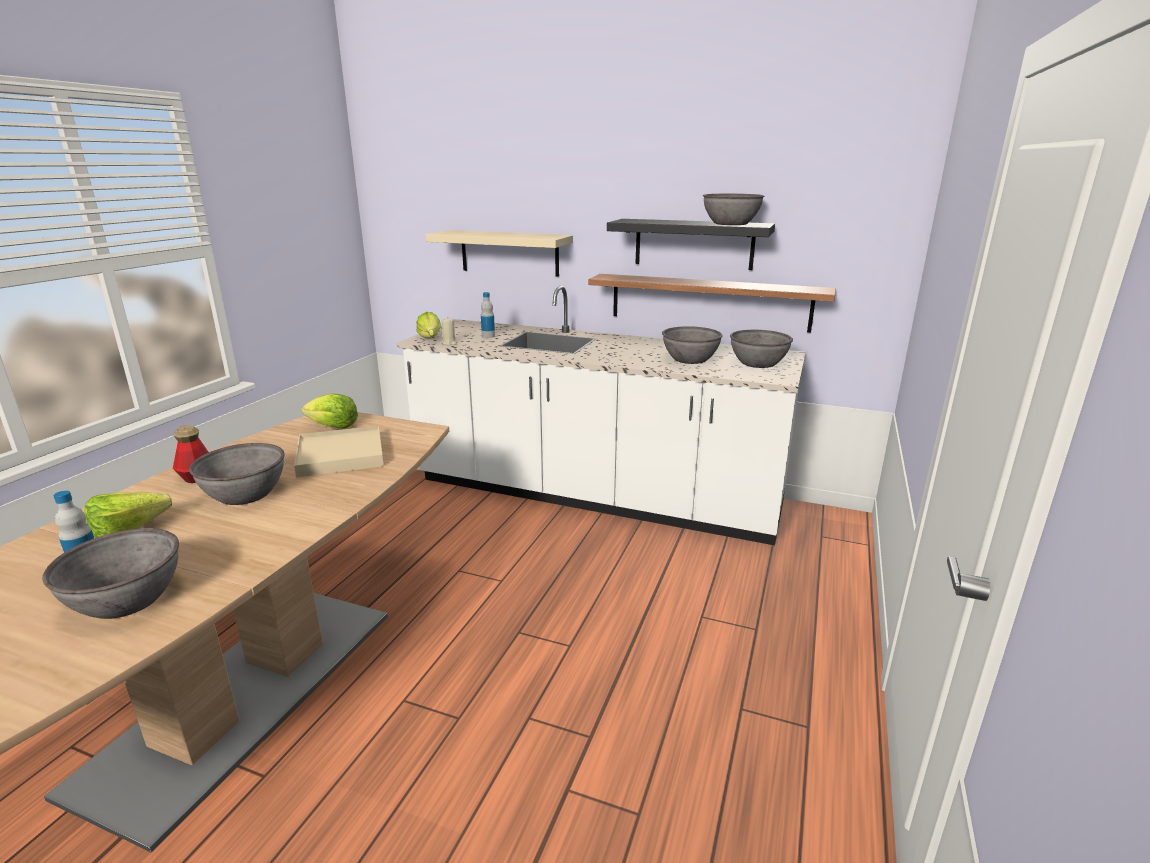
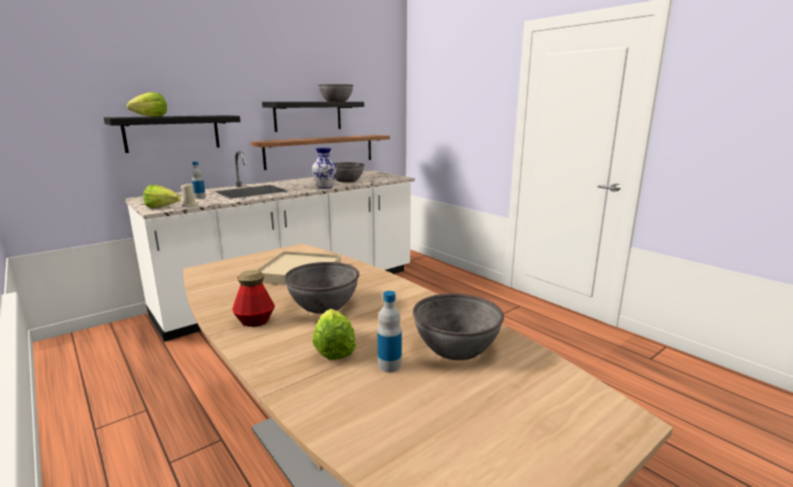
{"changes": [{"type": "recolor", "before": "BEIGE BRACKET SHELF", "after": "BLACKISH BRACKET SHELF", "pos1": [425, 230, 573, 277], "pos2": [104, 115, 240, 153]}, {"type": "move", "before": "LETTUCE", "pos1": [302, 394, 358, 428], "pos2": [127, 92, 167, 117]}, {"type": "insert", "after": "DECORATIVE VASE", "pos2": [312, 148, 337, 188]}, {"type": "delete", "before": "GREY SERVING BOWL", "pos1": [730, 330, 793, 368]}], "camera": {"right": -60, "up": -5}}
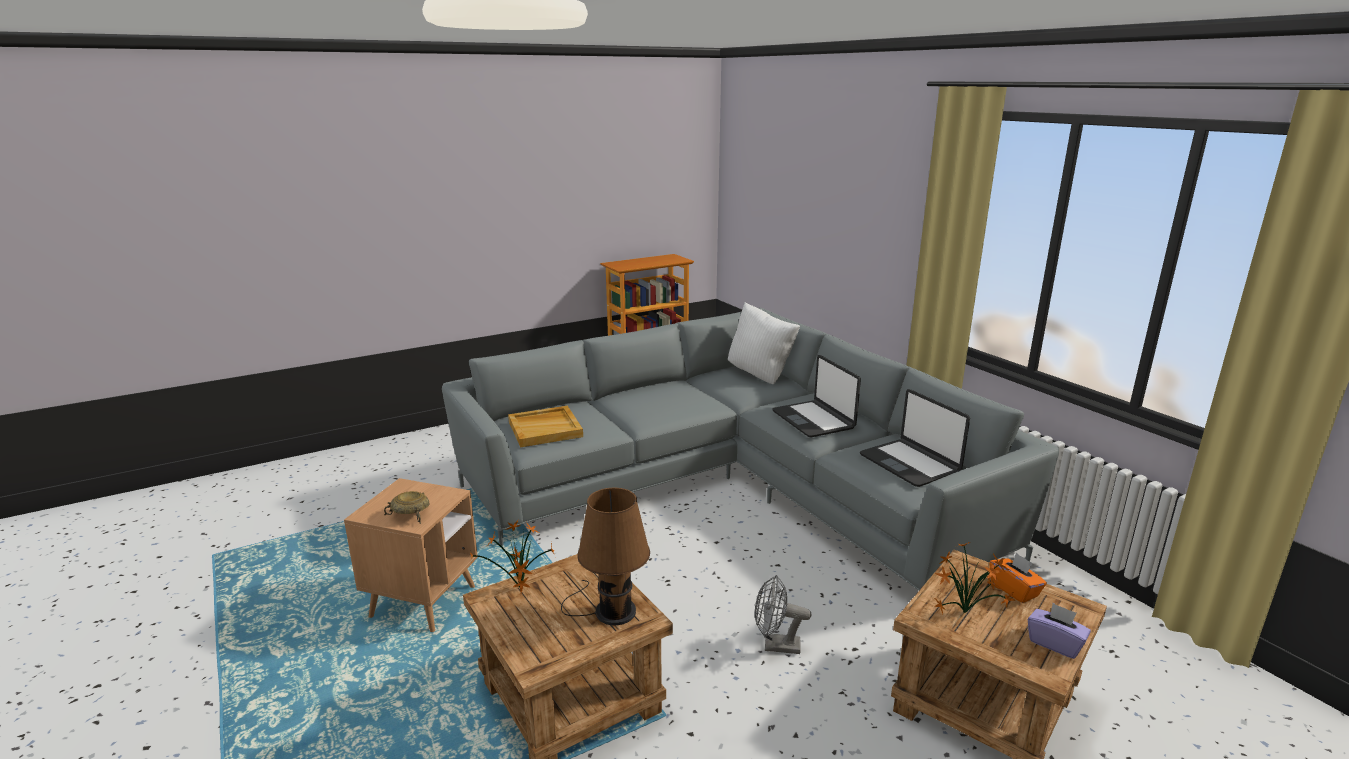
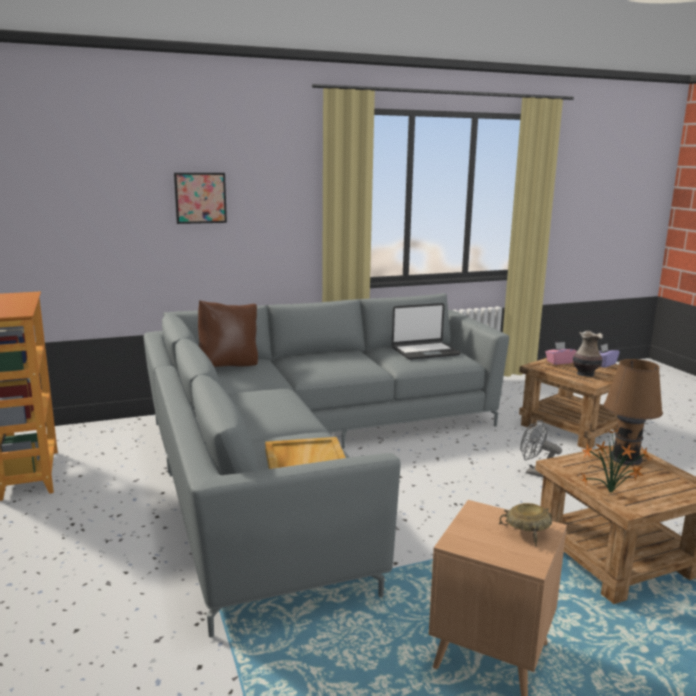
{"changes": [{"type": "insert", "after": "WALL ART", "pos2": [174, 173, 227, 224]}, {"type": "recolor", "before": "WHITE-COLOURED PILLOW", "after": "BROWN PILLOW", "pos1": [728, 302, 800, 384], "pos2": [198, 300, 258, 367]}, {"type": "rotate", "before": "GREY FAN", "pos1": [755, 575, 811, 654], "pos2": [520, 420, 562, 478], "turn": 105}, {"type": "recolor", "before": "ORANGEY TISSUE BOX", "after": "PINK TISSUE BOX", "pos1": [989, 553, 1047, 603], "pos2": [545, 342, 576, 365]}, {"type": "replace", "before": "PLANT IN A POT", "after": "DECORATIVE VASE", "pos1": [933, 541, 1016, 614], "pos2": [573, 331, 603, 377]}, {"type": "delete", "before": "LAPTOP", "pos1": [772, 355, 861, 437]}], "camera": {"right": -80, "up": -5}}
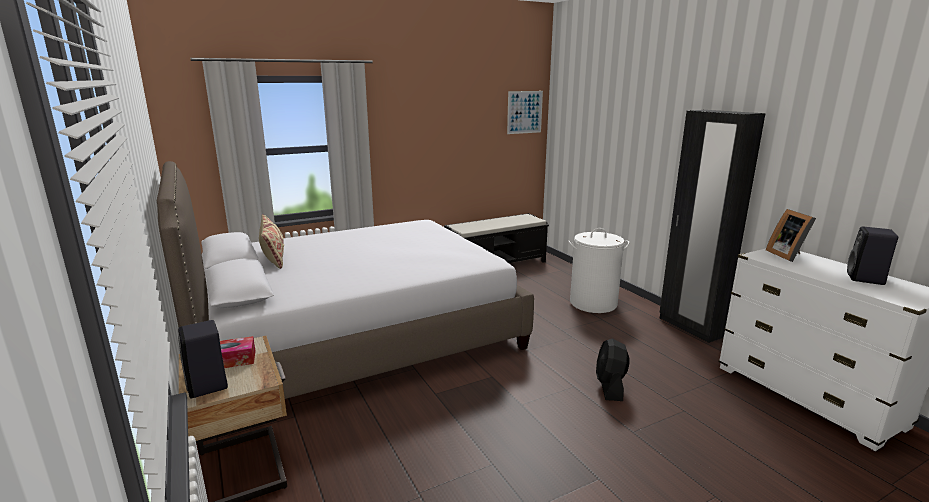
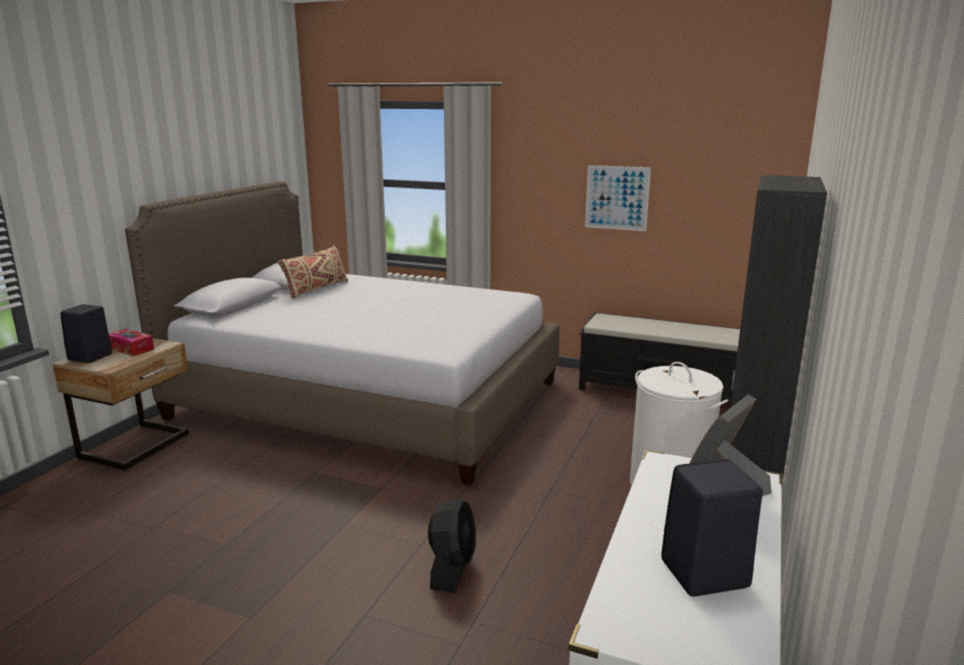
{"changes": [{"type": "rotate", "before": "BLACKISH FAN", "pos1": [596, 338, 630, 401], "pos2": [428, 498, 476, 593], "turn": 135}, {"type": "move", "before": "WALL ART", "pos1": [507, 91, 543, 134], "pos2": [585, 165, 651, 231]}], "camera": {"right": 50, "up": 0}}
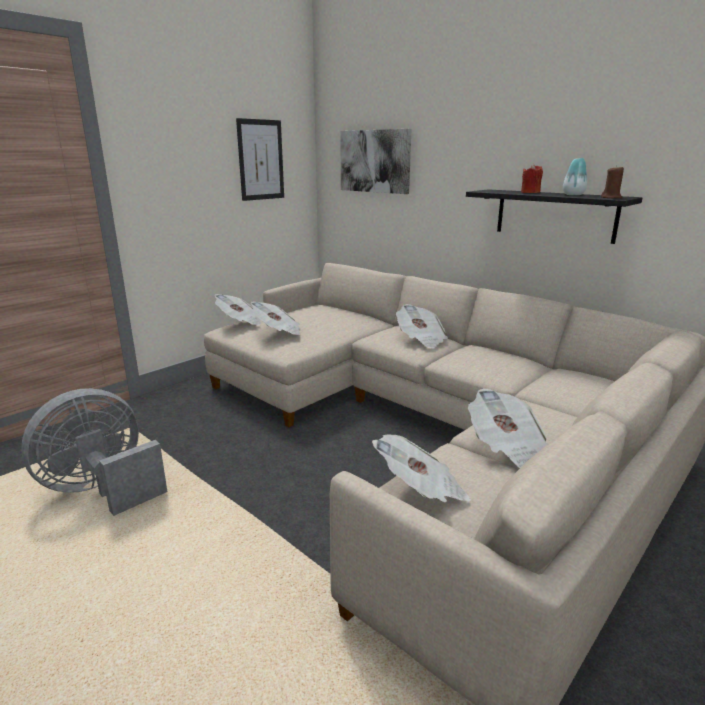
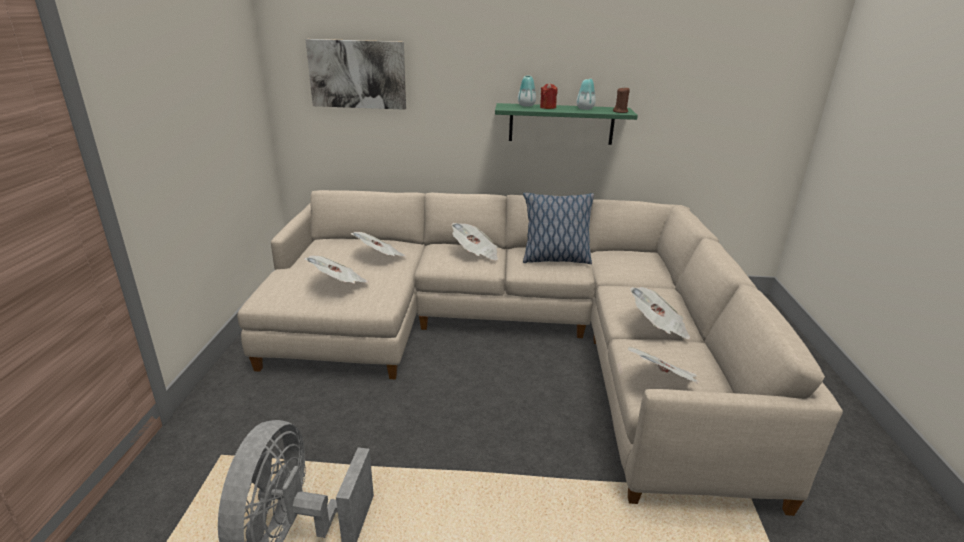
{"changes": [{"type": "move", "before": "DAILY PAPER", "pos1": [215, 294, 261, 326], "pos2": [350, 232, 407, 257]}, {"type": "recolor", "before": "BLACKISH BRACKET SHELF", "after": "GREEN BRACKET SHELF", "pos1": [466, 189, 642, 244], "pos2": [495, 103, 638, 145]}, {"type": "insert", "after": "DECORATIVE VASE", "pos2": [518, 76, 536, 107]}, {"type": "insert", "after": "PILLOW", "pos2": [523, 193, 594, 264]}, {"type": "delete", "before": "WALL ART", "pos1": [236, 118, 284, 201]}], "camera": {"right": -40, "up": 5}}
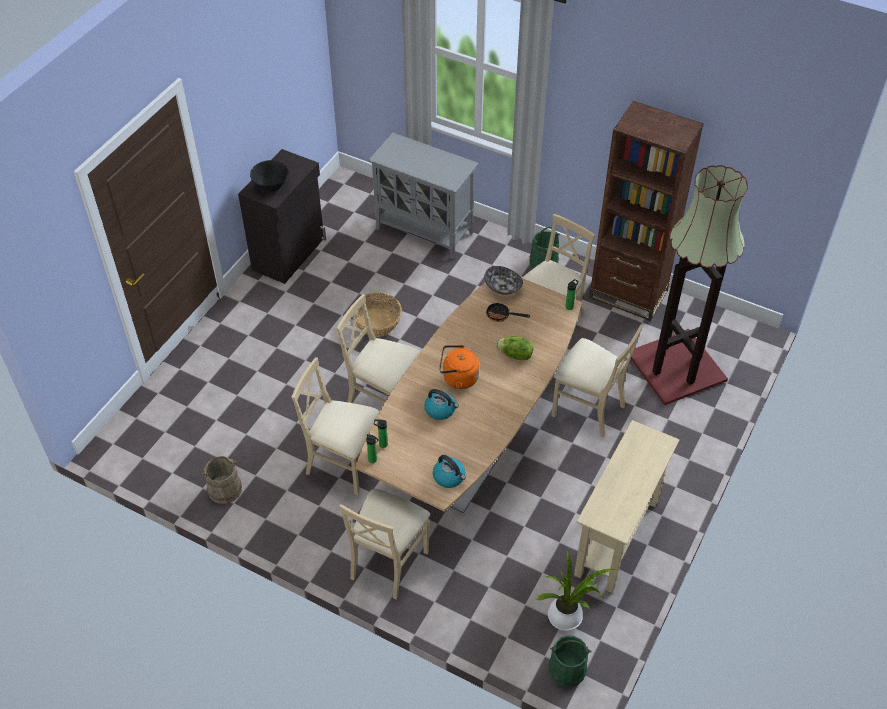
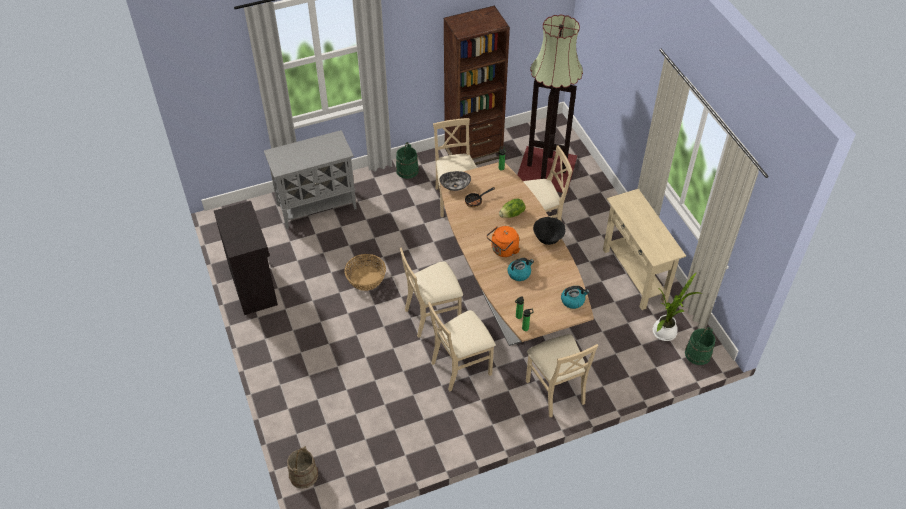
{"changes": [{"type": "move", "before": "BEIGE PAIL", "pos1": [202, 456, 242, 504], "pos2": [287, 446, 318, 489]}, {"type": "move", "before": "BLACKISH SERVING BOWL", "pos1": [250, 160, 289, 192], "pos2": [533, 217, 565, 245]}], "camera": {"right": -50, "up": 0}}
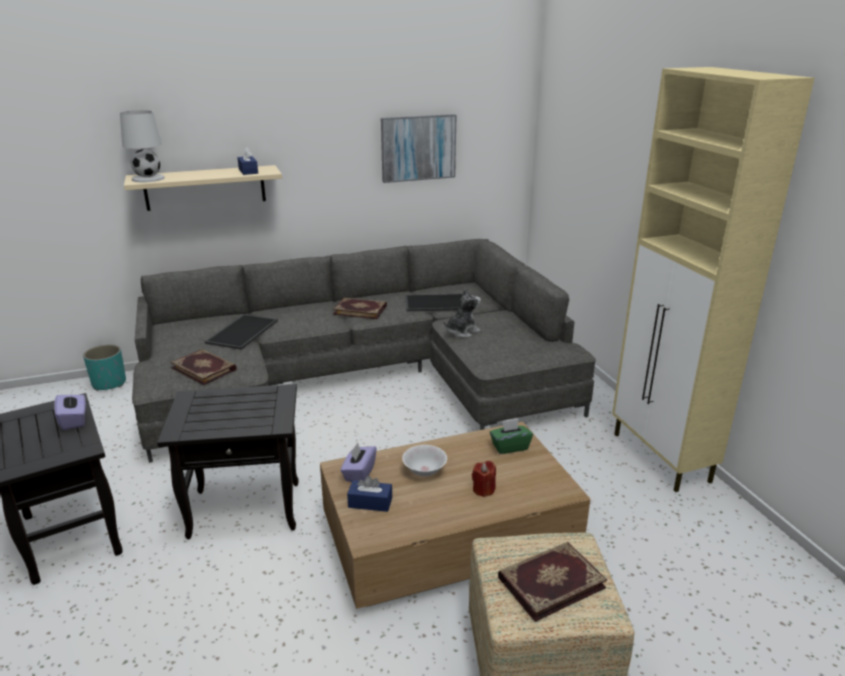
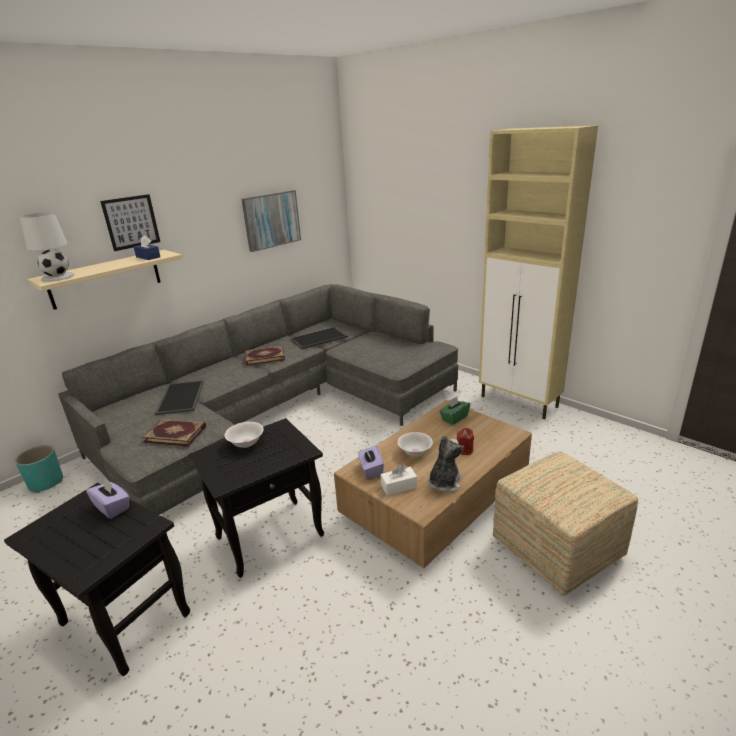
{"changes": [{"type": "insert", "after": "WALL ART", "pos2": [100, 194, 160, 251]}, {"type": "insert", "after": "WHITE-COLOURED SERVING BOWL", "pos2": [225, 422, 264, 448]}, {"type": "recolor", "before": "BLUE-COLOURED TISSUE BOX", "after": "WHITE-COLOURED TISSUE BOX", "pos1": [347, 476, 392, 512], "pos2": [380, 465, 417, 495]}, {"type": "move", "before": "CUDDLY TOY", "pos1": [443, 288, 481, 338], "pos2": [428, 435, 464, 493]}, {"type": "delete", "before": "VOLUME", "pos1": [498, 542, 607, 622]}], "camera": {"right": -25, "up": 0}}
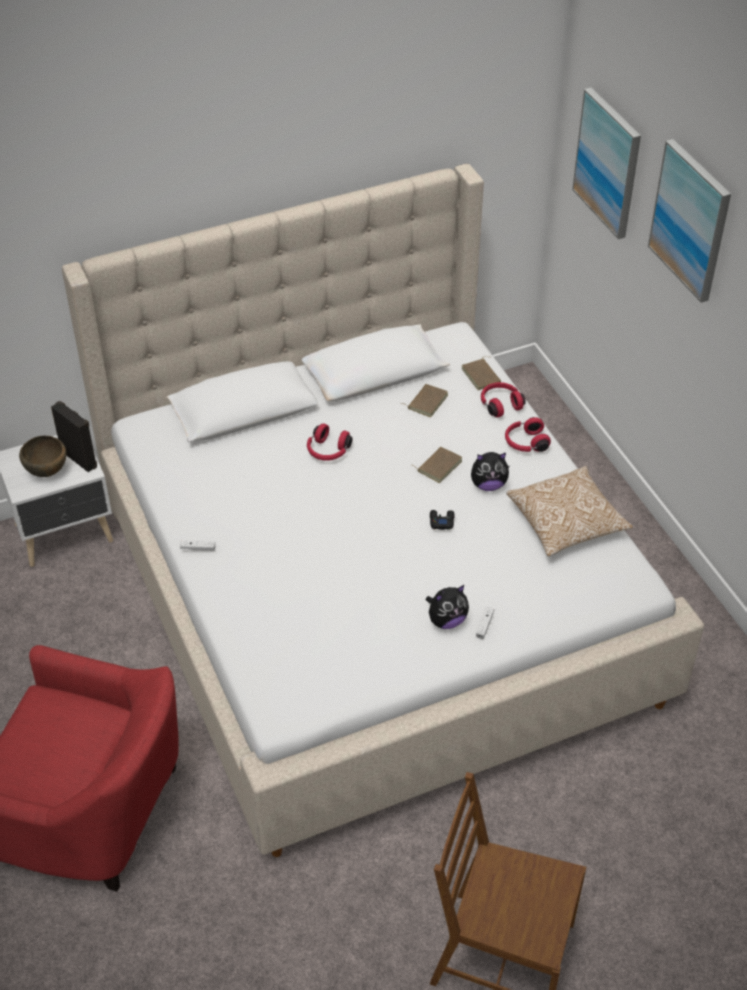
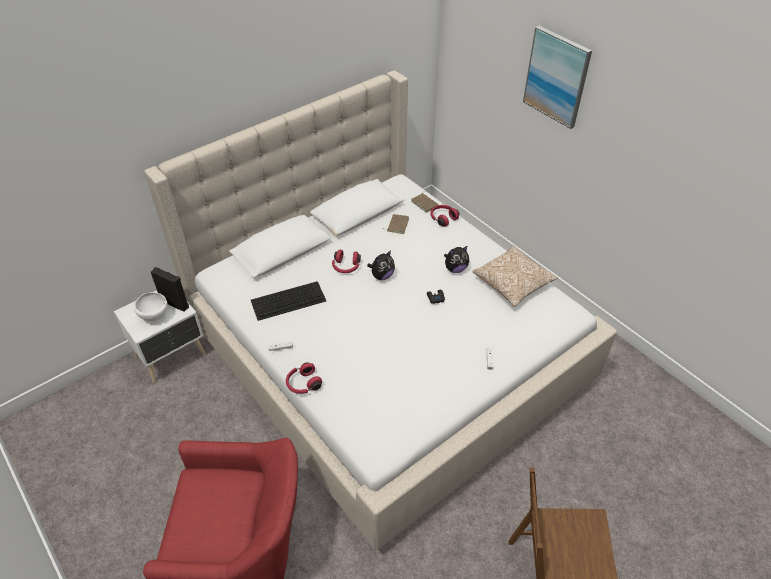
{"changes": [{"type": "recolor", "before": "BROWN SERVING BOWL", "after": "WHITE-COLOURED SERVING BOWL", "pos1": [19, 436, 66, 477], "pos2": [134, 292, 168, 321]}, {"type": "insert", "after": "COMPUTER KEYBOARD", "pos2": [251, 281, 326, 321]}, {"type": "move", "before": "REDDISH HEADSET", "pos1": [505, 417, 551, 452], "pos2": [286, 362, 322, 394]}, {"type": "move", "before": "CUDDLY TOY", "pos1": [426, 585, 469, 629], "pos2": [367, 250, 395, 280]}, {"type": "delete", "before": "BROWN VOLUME", "pos1": [413, 447, 462, 483]}, {"type": "delete", "before": "WALL ART", "pos1": [572, 88, 641, 239]}], "camera": {"right": -15, "up": 0}}
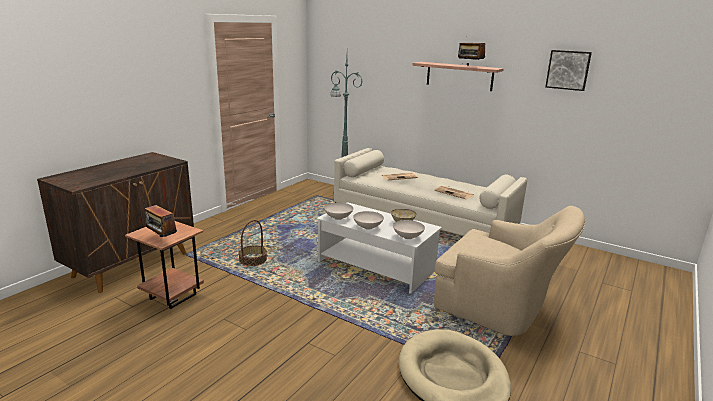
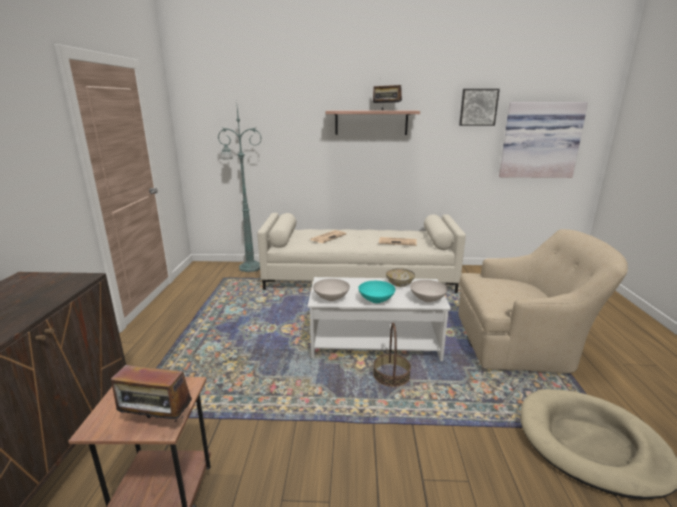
{"changes": [{"type": "recolor", "before": "WHITE-COLOURED SERVING BOWL", "after": "BLUE-GREEN SERVING BOWL", "pos1": [353, 211, 384, 229], "pos2": [358, 281, 396, 303]}, {"type": "move", "before": "HOUSEHOLD BASKET", "pos1": [238, 220, 267, 266], "pos2": [373, 323, 411, 387]}, {"type": "insert", "after": "WALL ART", "pos2": [499, 102, 588, 178]}], "camera": {"right": -30, "up": 0}}
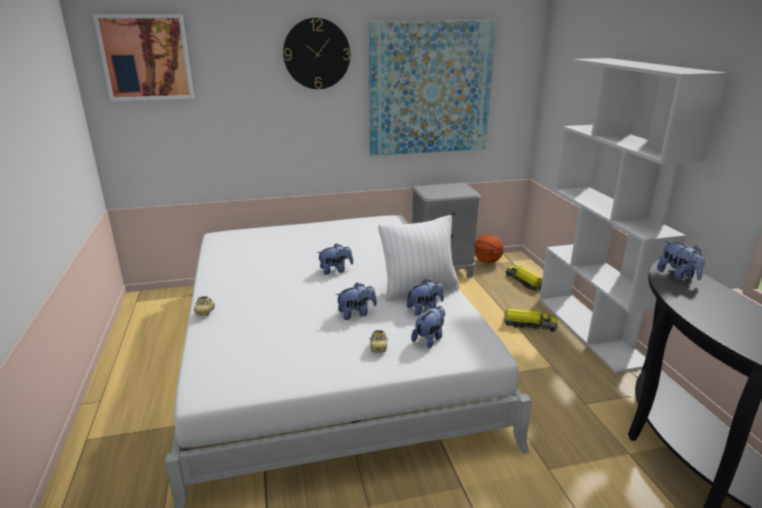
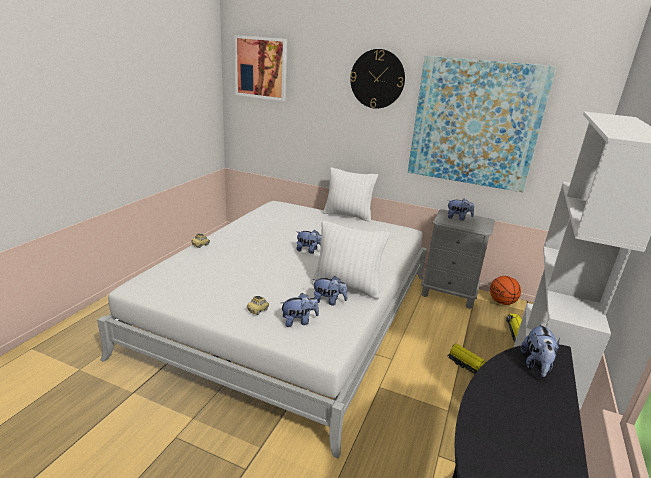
{"changes": [{"type": "insert", "after": "WHITE-COLOURED PILLOW", "pos2": [323, 167, 378, 222]}, {"type": "move", "before": "CUDDLY TOY", "pos1": [336, 283, 377, 320], "pos2": [448, 198, 474, 221]}], "camera": {"right": 35, "up": 0}}
